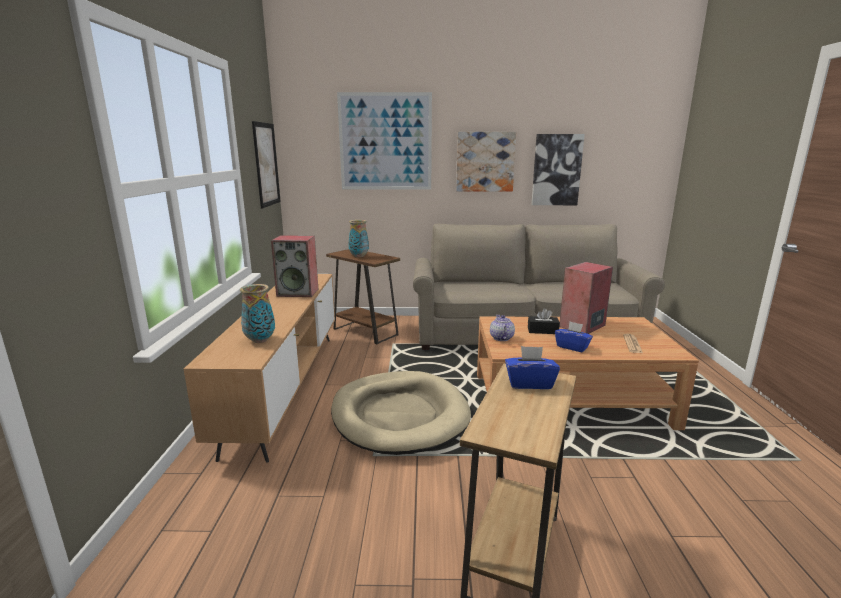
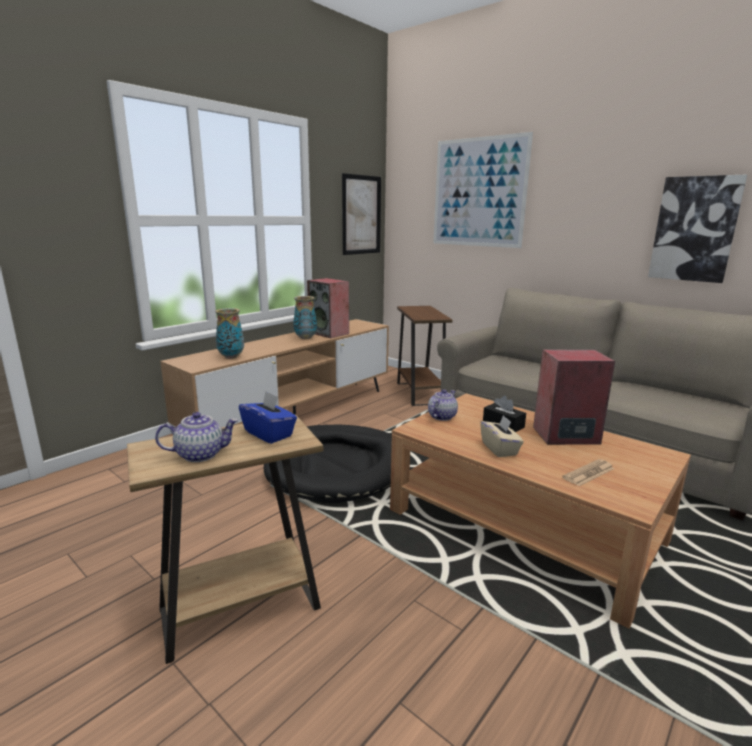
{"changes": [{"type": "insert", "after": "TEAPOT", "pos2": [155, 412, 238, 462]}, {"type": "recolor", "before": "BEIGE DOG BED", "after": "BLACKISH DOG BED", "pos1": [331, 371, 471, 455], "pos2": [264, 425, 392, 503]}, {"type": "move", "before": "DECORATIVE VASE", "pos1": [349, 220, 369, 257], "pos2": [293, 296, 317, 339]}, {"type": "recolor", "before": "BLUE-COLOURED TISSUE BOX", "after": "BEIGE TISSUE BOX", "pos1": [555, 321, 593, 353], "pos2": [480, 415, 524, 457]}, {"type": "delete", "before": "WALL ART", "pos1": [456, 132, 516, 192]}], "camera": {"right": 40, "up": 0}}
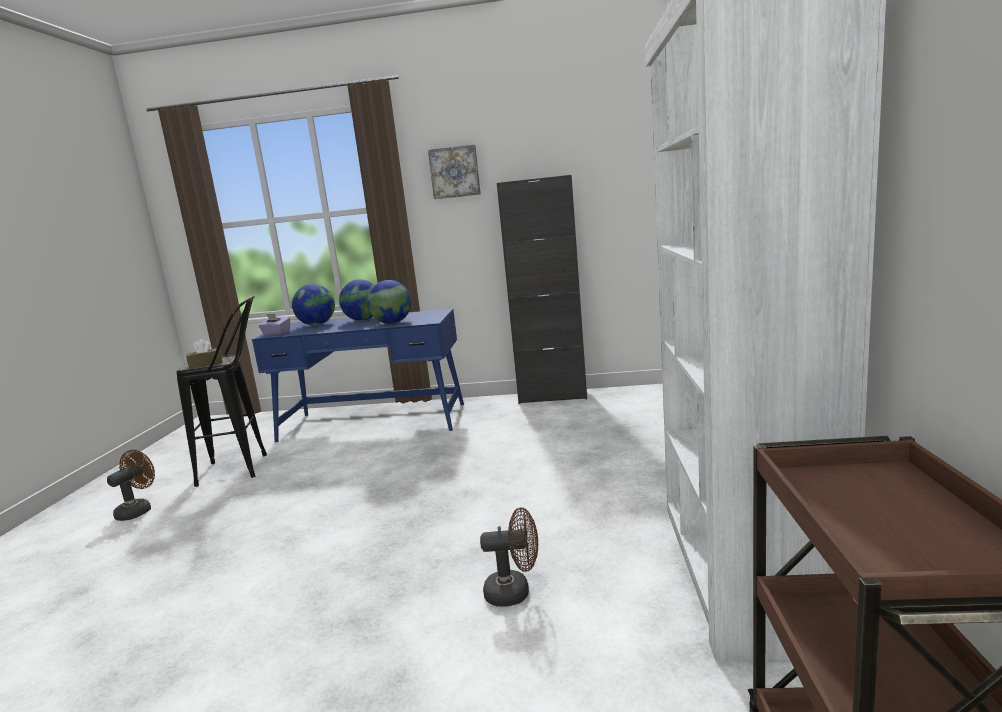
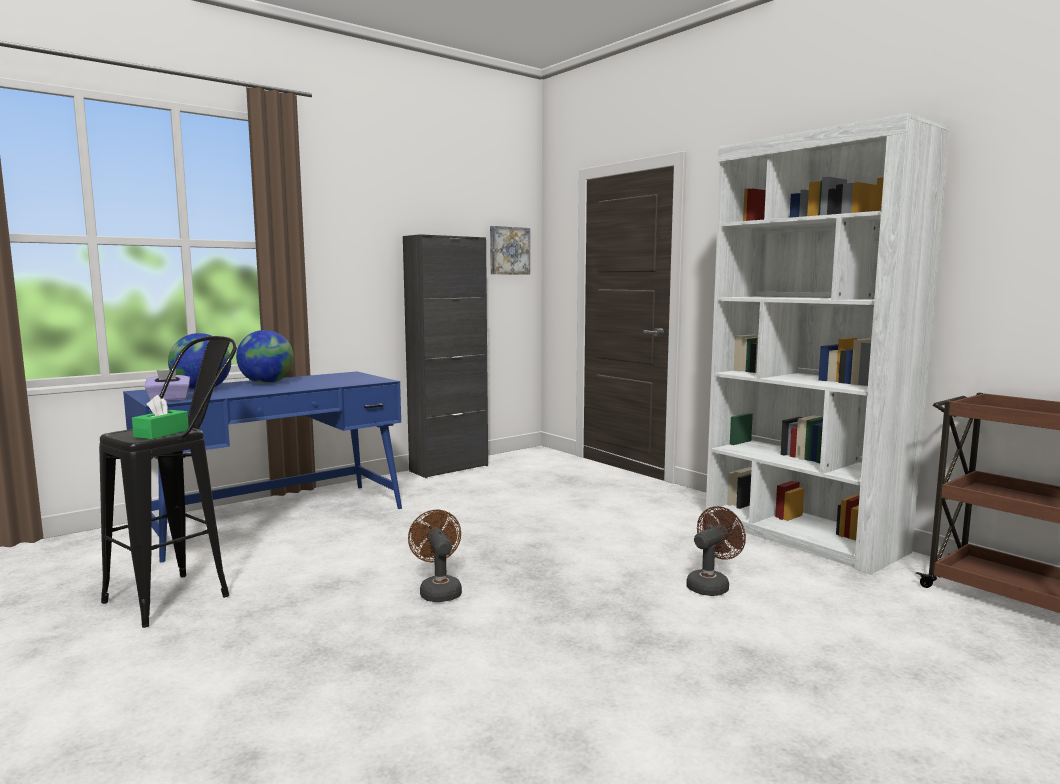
{"changes": [{"type": "recolor", "before": "BROWN TISSUE BOX", "after": "GREEN TISSUE BOX", "pos1": [186, 339, 223, 369], "pos2": [132, 395, 189, 439]}, {"type": "move", "before": "BROWN FAN", "pos1": [107, 450, 155, 521], "pos2": [408, 510, 462, 602]}, {"type": "move", "before": "WALL ART", "pos1": [428, 144, 481, 199], "pos2": [490, 226, 530, 275]}, {"type": "delete", "before": "DESK GLOBE", "pos1": [367, 280, 411, 324]}], "camera": {"right": -45, "up": -5}}
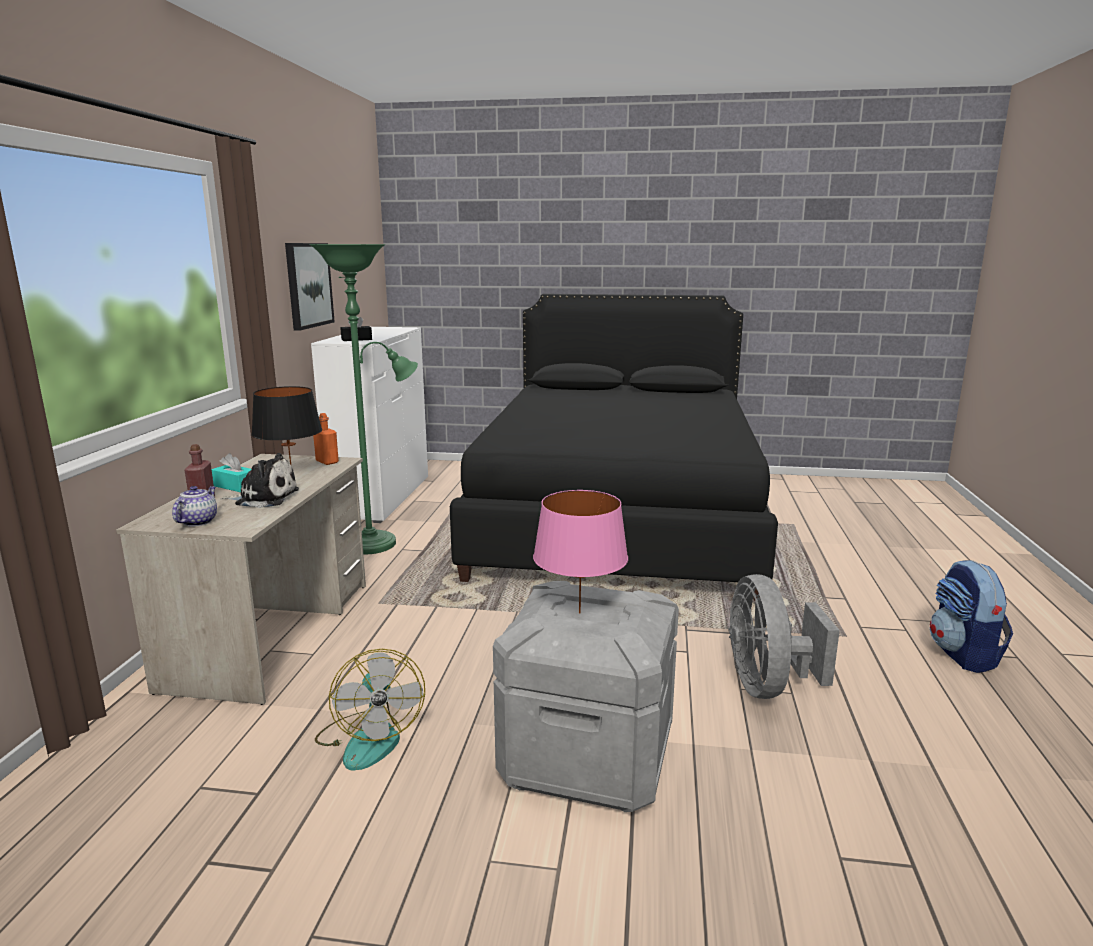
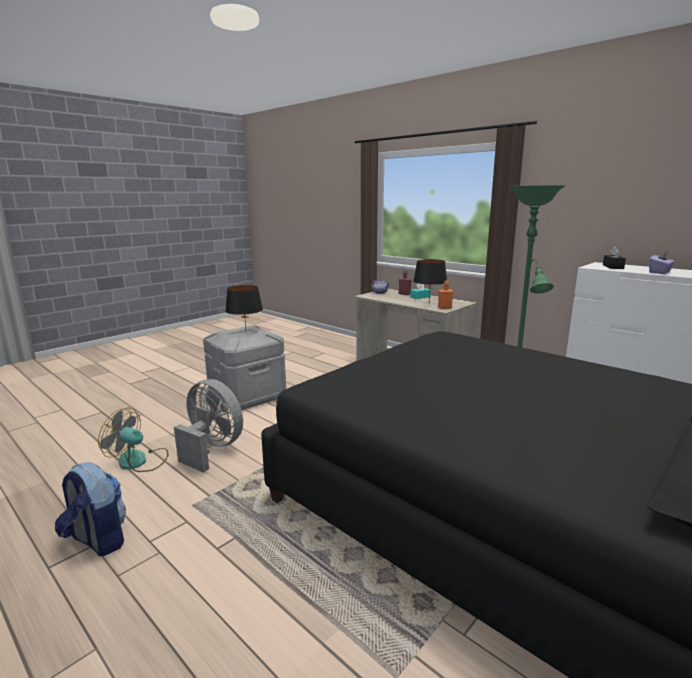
{"changes": [{"type": "move", "before": "FAN", "pos1": [315, 649, 425, 771], "pos2": [98, 408, 168, 472]}, {"type": "recolor", "before": "PINK TABLE LAMP", "after": "BLACKISH TABLE LAMP", "pos1": [533, 490, 628, 614], "pos2": [225, 285, 263, 330]}, {"type": "insert", "after": "PURPLISH TISSUE BOX", "pos2": [649, 251, 675, 274]}, {"type": "delete", "before": "CUDDLY TOY", "pos1": [220, 453, 299, 508]}, {"type": "delete", "before": "WALL ART", "pos1": [285, 243, 335, 331]}], "camera": {"right": 125, "up": 0}}
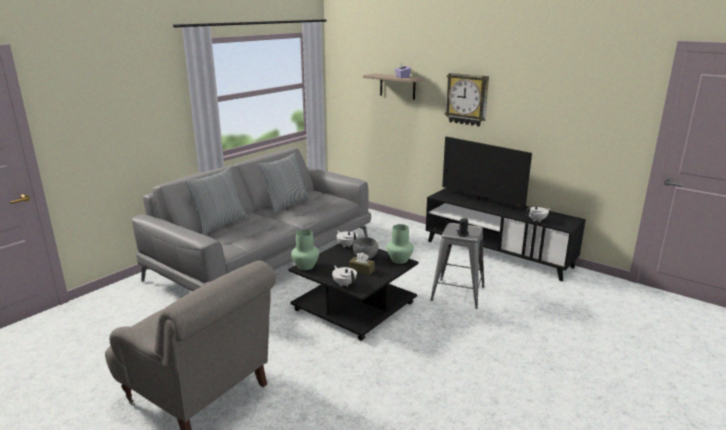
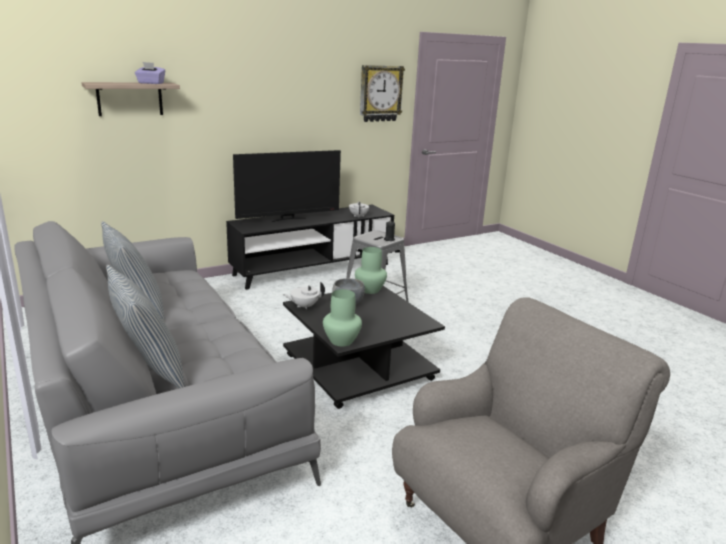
{"changes": [{"type": "move", "before": "HANGING CLOCK", "pos1": [445, 73, 489, 126], "pos2": [360, 65, 405, 122]}, {"type": "delete", "before": "WHITE-COLOURED TEAPOT", "pos1": [332, 266, 357, 287]}, {"type": "delete", "before": "BROWN TISSUE BOX", "pos1": [349, 252, 375, 275]}], "camera": {"right": -70, "up": 0}}
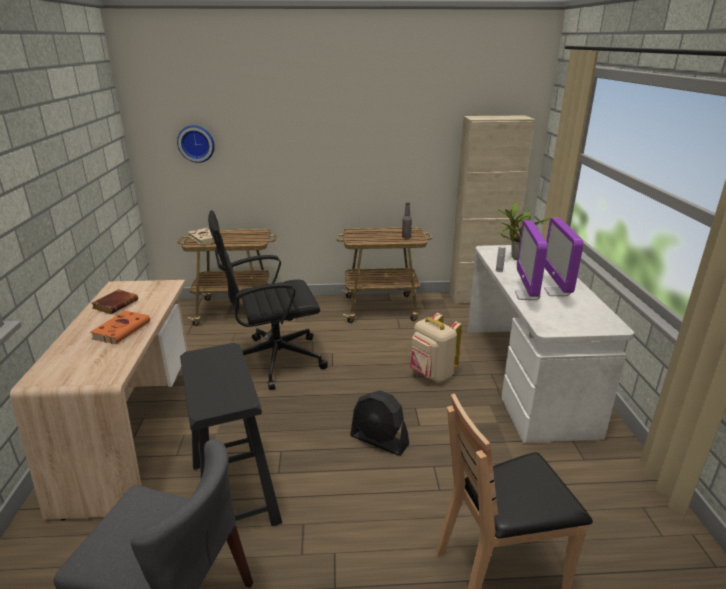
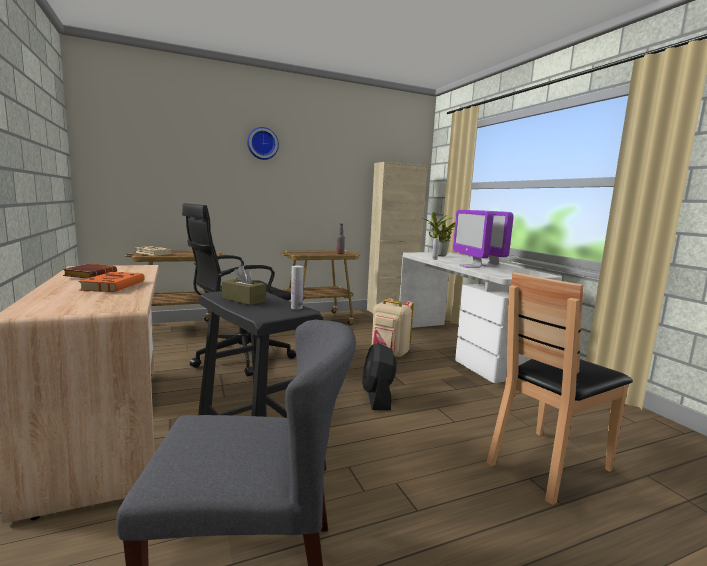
{"changes": [{"type": "insert", "after": "BROWN TISSUE BOX", "pos2": [222, 266, 266, 305]}, {"type": "move", "before": "HANGING CLOCK", "pos1": [177, 125, 215, 163], "pos2": [247, 127, 279, 160]}, {"type": "insert", "after": "WHITE-COLOURED BEVERAGE BOTTLE", "pos2": [291, 266, 303, 309]}, {"type": "rotate", "before": "BLACKISH FAN", "pos1": [350, 391, 409, 456], "pos2": [362, 343, 397, 410], "turn": 75}], "camera": {"right": -20, "up": -15}}
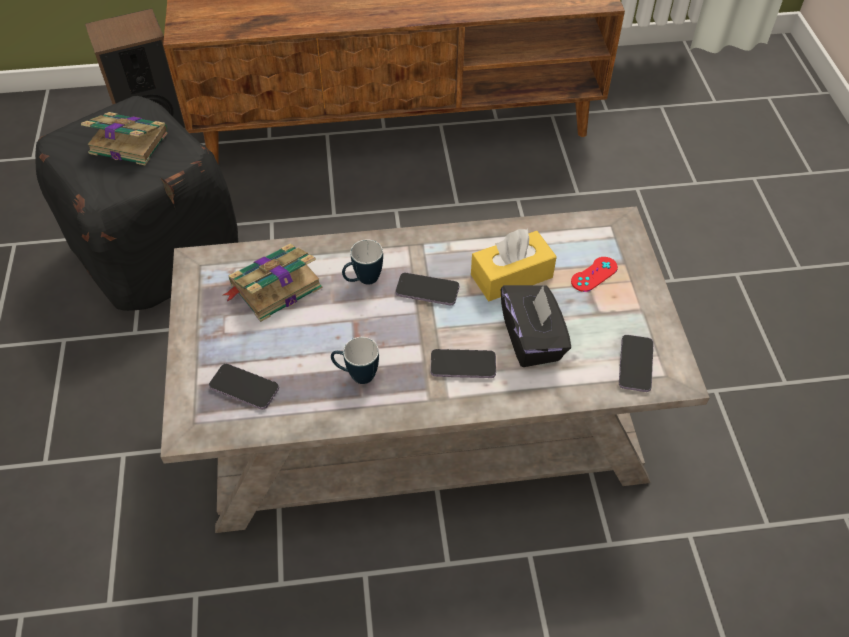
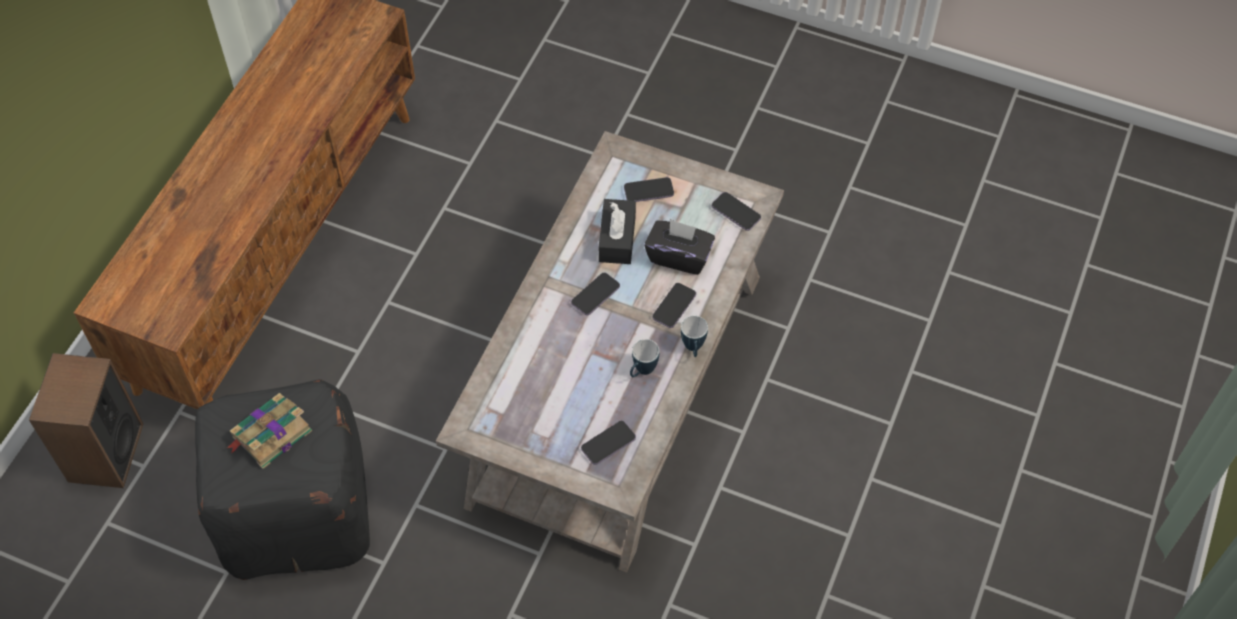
{"changes": [{"type": "recolor", "before": "YELLOW TISSUE BOX", "after": "BLACKISH TISSUE BOX", "pos1": [471, 229, 557, 301], "pos2": [599, 199, 636, 264]}, {"type": "replace", "before": "REDDISH JOYPAD", "after": "TELEPHONE", "pos1": [571, 257, 618, 292], "pos2": [624, 177, 674, 202]}, {"type": "move", "before": "MUG", "pos1": [342, 239, 383, 285], "pos2": [681, 315, 708, 357]}, {"type": "delete", "before": "VOLUME", "pos1": [223, 244, 322, 322]}], "camera": {"right": -60, "up": 5}}
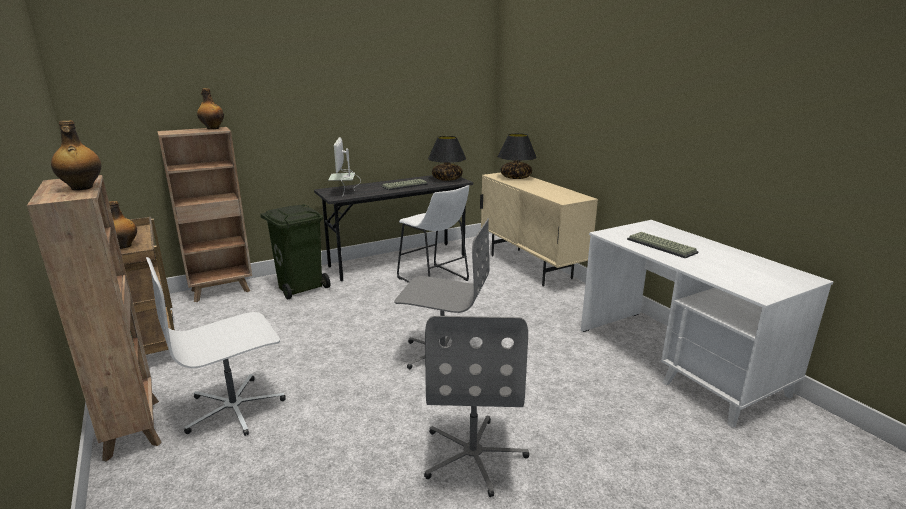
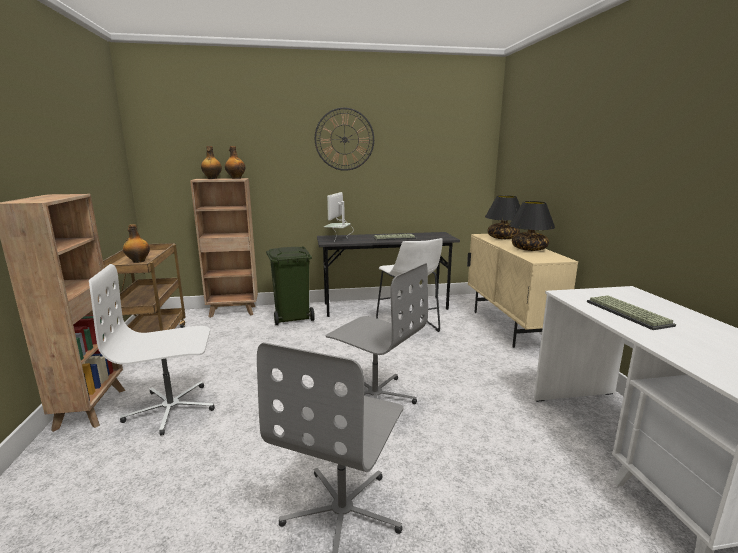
{"changes": [{"type": "move", "before": "BEVERAGE BOTTLE", "pos1": [51, 120, 101, 190], "pos2": [201, 146, 222, 179]}, {"type": "insert", "after": "HANGING CLOCK", "pos2": [315, 107, 374, 171]}, {"type": "move", "before": "BLACKISH TABLE LAMP", "pos1": [428, 136, 466, 181], "pos2": [509, 201, 555, 251]}], "camera": {"right": 20, "up": -5}}
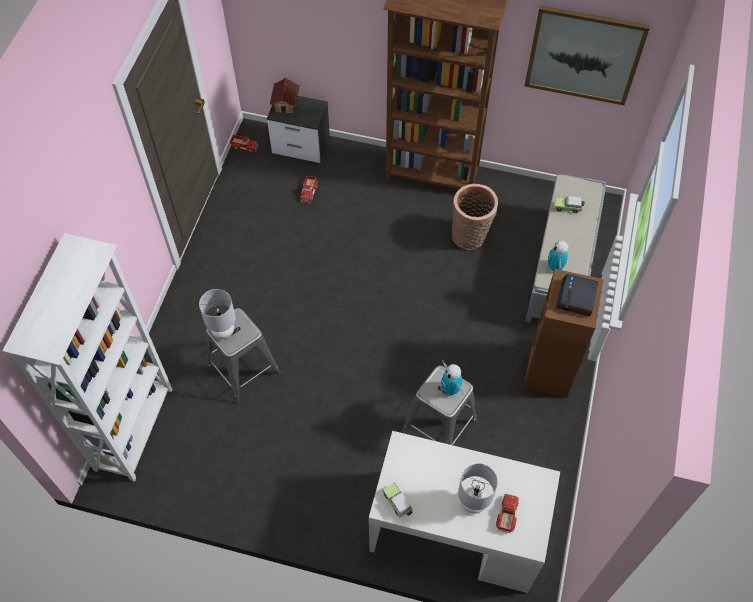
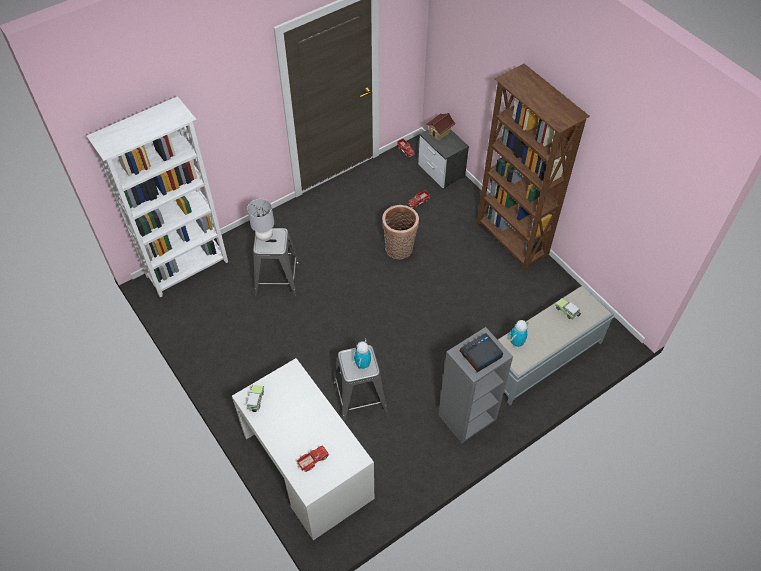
{"changes": [{"type": "move", "before": "HOUSEHOLD BASKET", "pos1": [452, 184, 498, 250], "pos2": [382, 205, 419, 259]}, {"type": "recolor", "before": "BROWN SHELVING UNIT", "after": "GREY SHELVING UNIT", "pos1": [523, 269, 603, 398], "pos2": [438, 327, 513, 443]}, {"type": "delete", "before": "GREY TABLE LAMP", "pos1": [458, 463, 498, 514]}, {"type": "delete", "before": "WALL ART", "pos1": [525, 5, 650, 105]}], "camera": {"right": 40, "up": -5}}
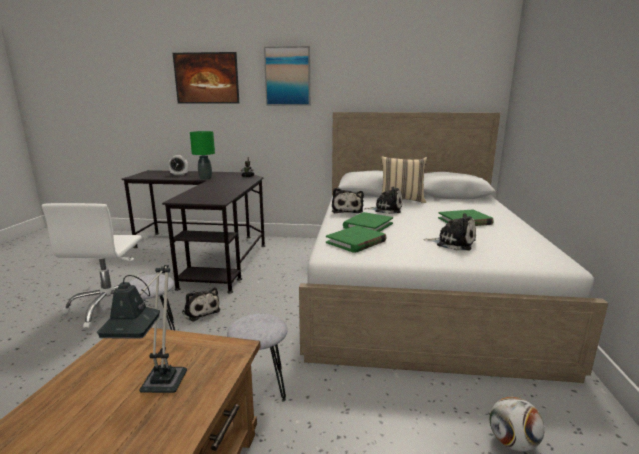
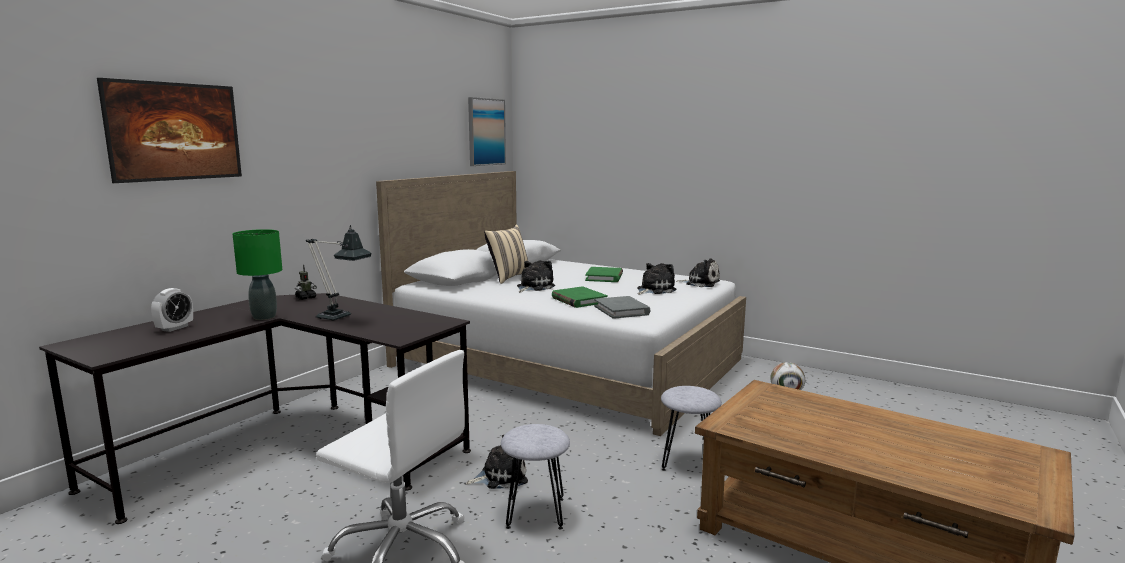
{"changes": [{"type": "move", "before": "TABLE LAMP", "pos1": [97, 265, 187, 393], "pos2": [306, 225, 372, 321]}, {"type": "move", "before": "WALL ART", "pos1": [264, 46, 310, 106], "pos2": [468, 97, 506, 166]}, {"type": "recolor", "before": "GREEN VOLUME", "after": "GREY VOLUME", "pos1": [326, 226, 387, 253], "pos2": [594, 296, 651, 319]}, {"type": "move", "before": "CUDDLY TOY", "pos1": [332, 188, 364, 213], "pos2": [676, 258, 720, 287]}], "camera": {"right": -65, "up": -5}}
